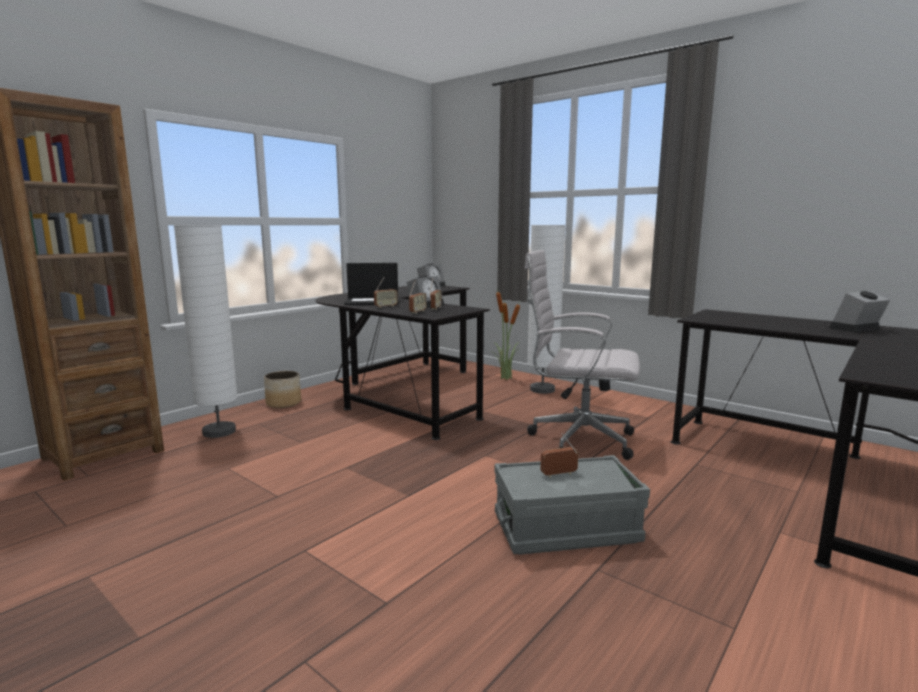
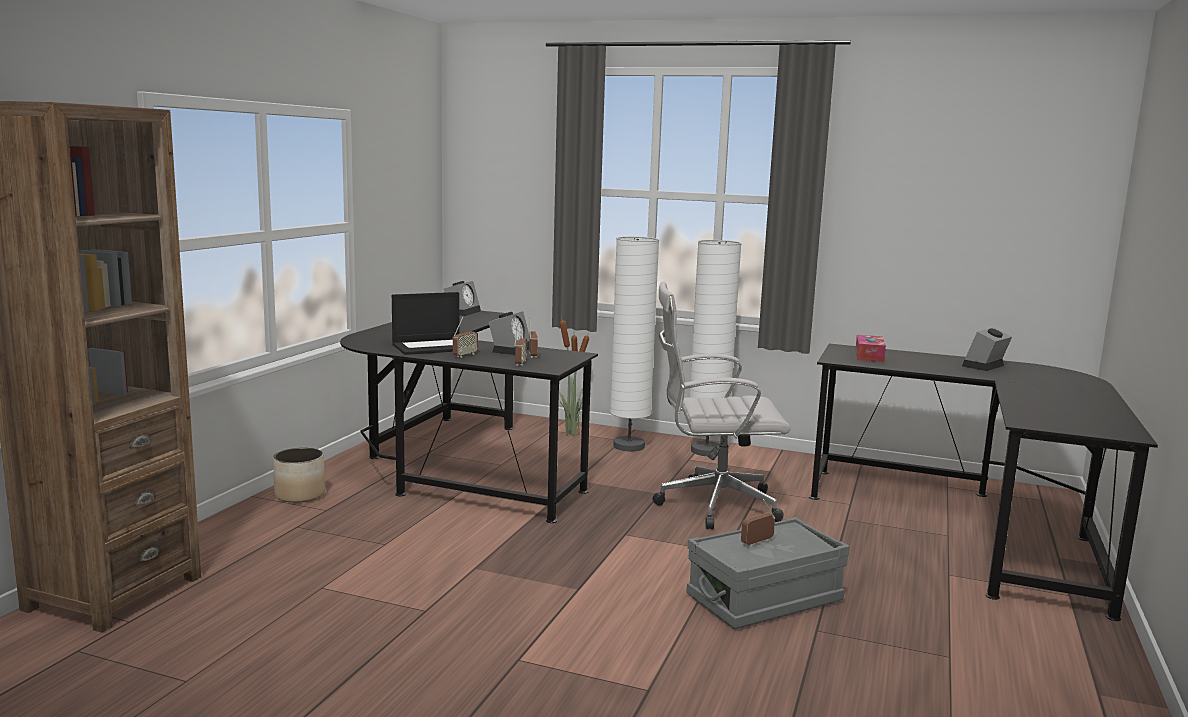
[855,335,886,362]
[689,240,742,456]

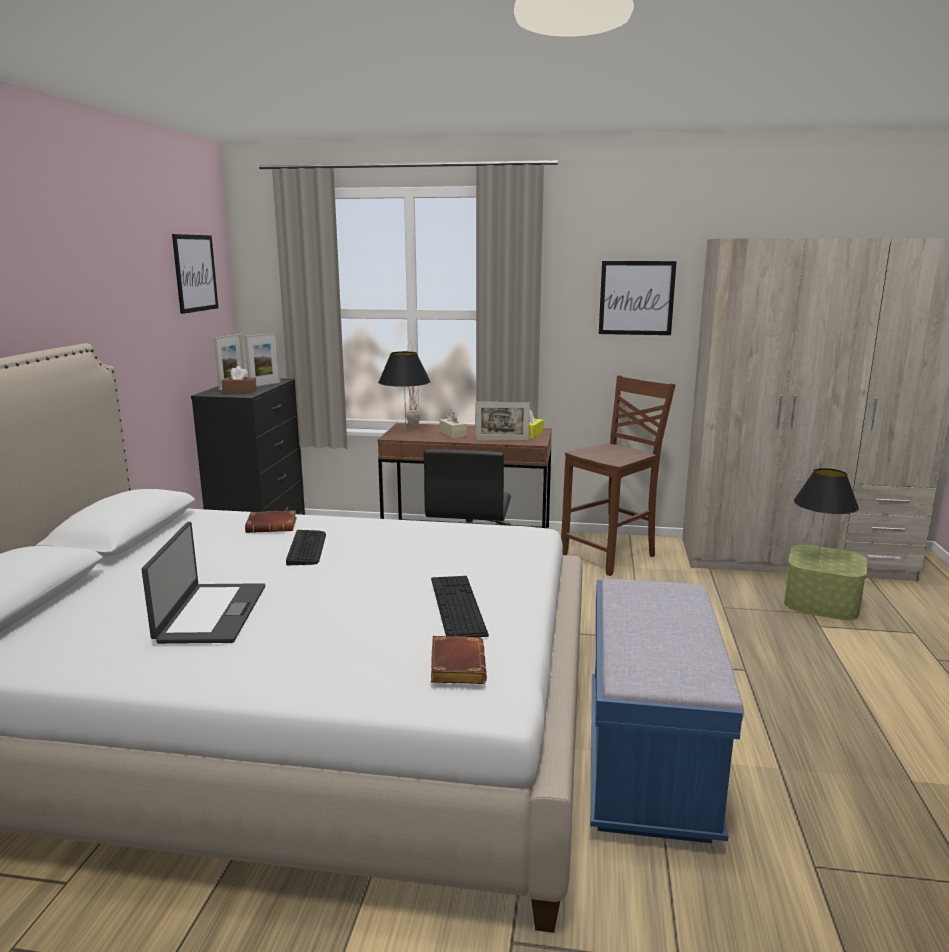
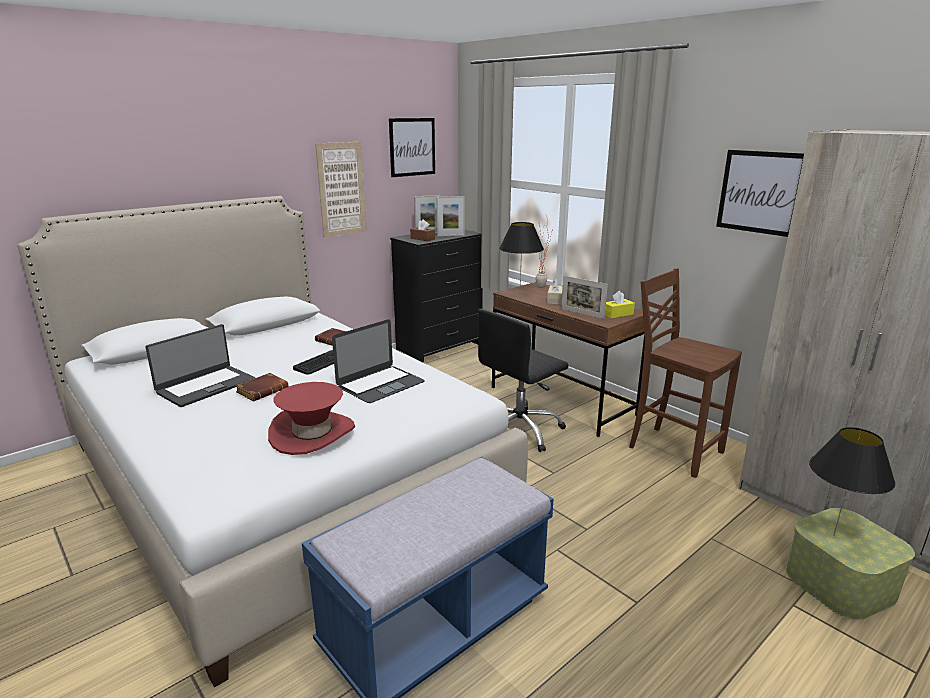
[315,142,367,238]
[332,319,425,403]
[236,373,288,402]
[268,382,355,455]
[629,268,742,478]

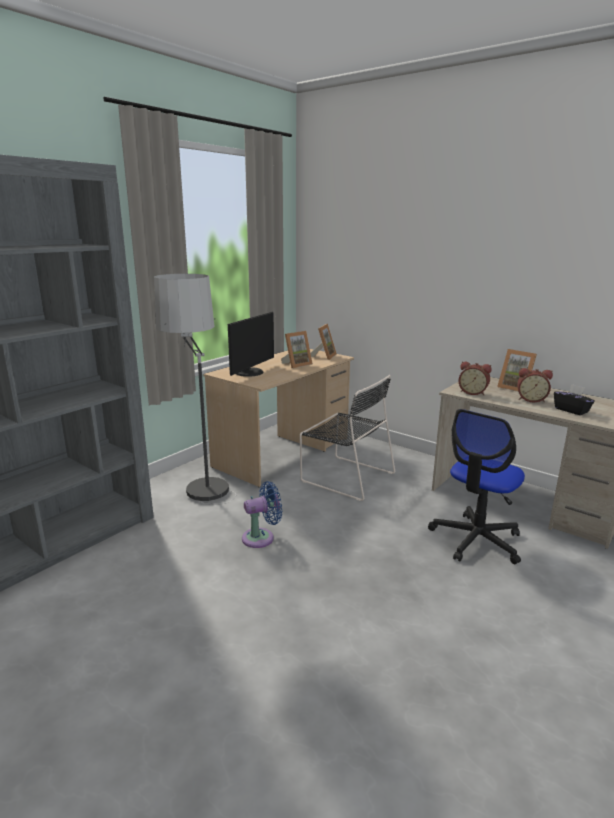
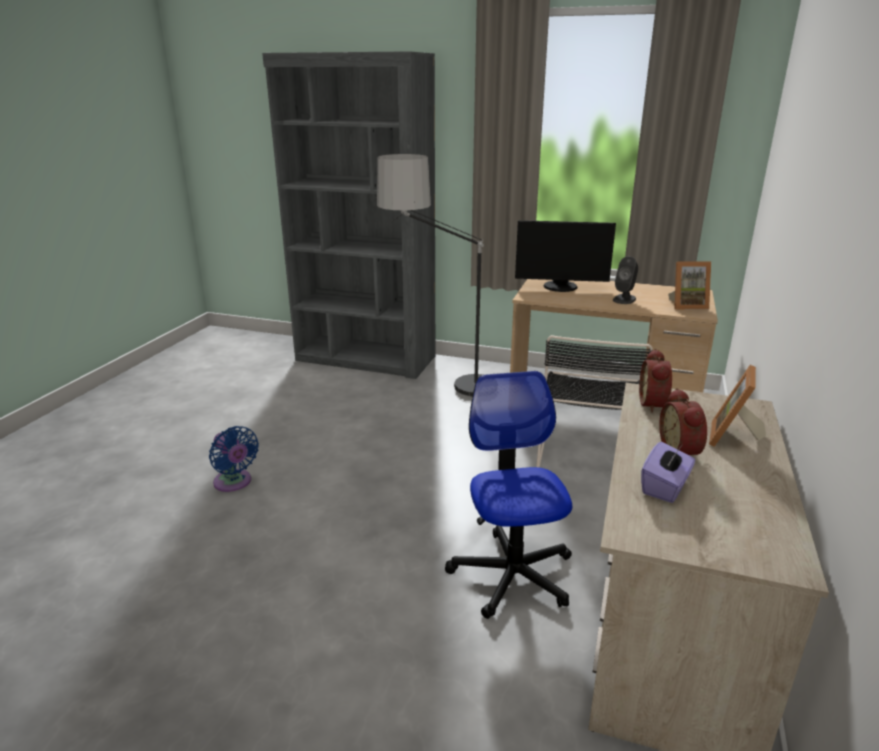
[209,426,259,492]
[613,256,638,304]
[641,442,695,503]
[445,371,572,619]

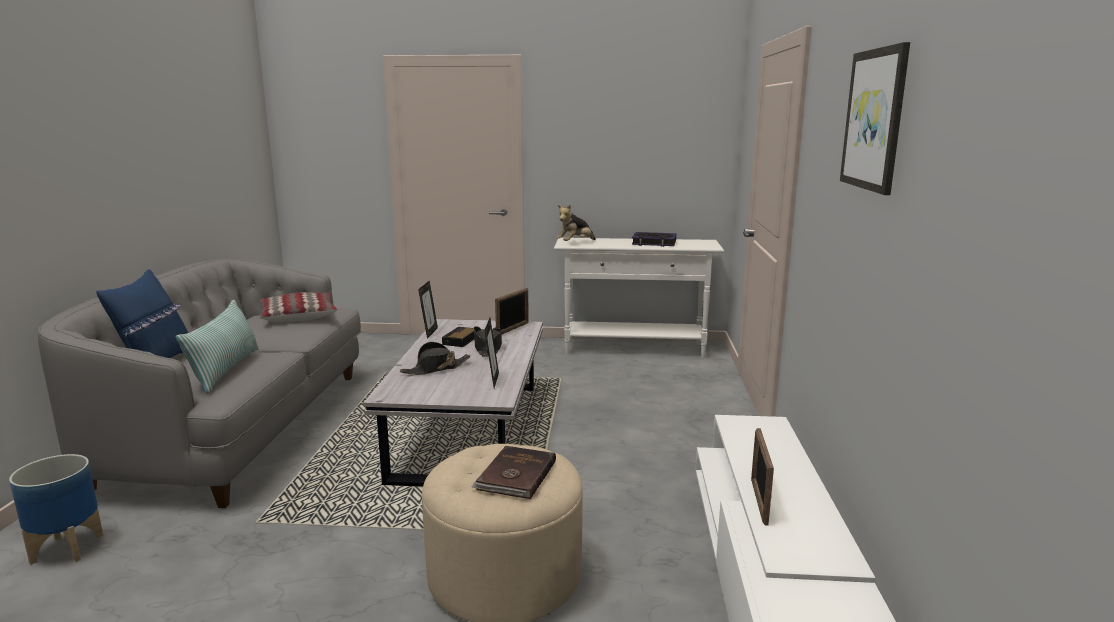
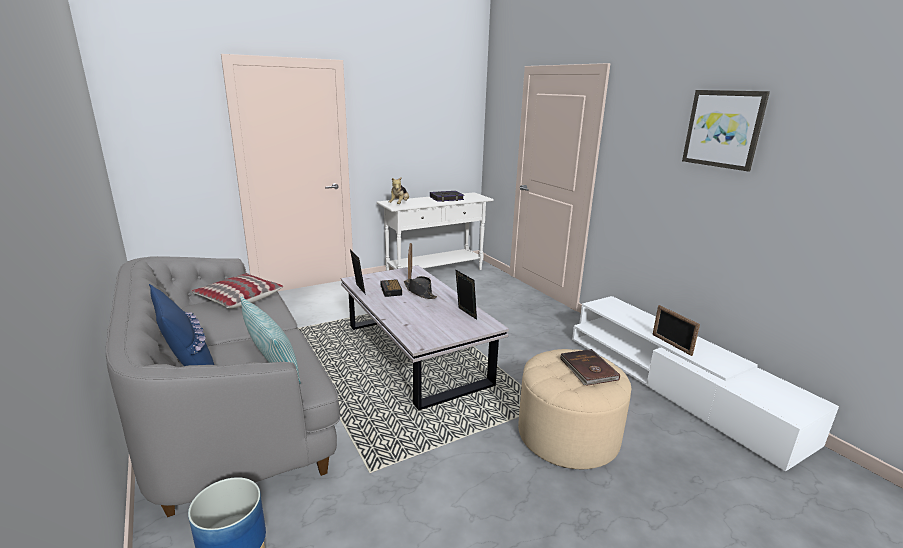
[400,342,470,375] (first image)

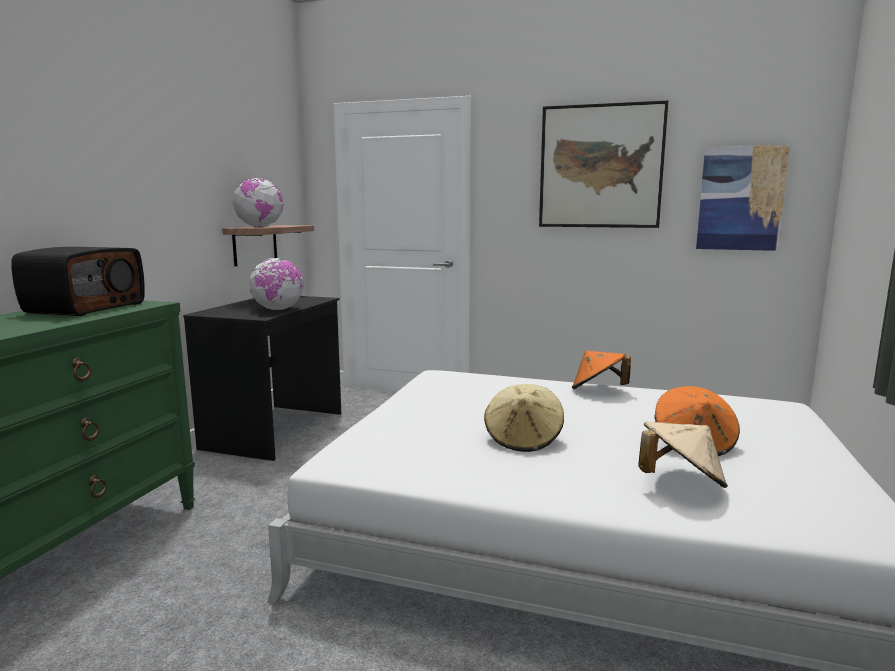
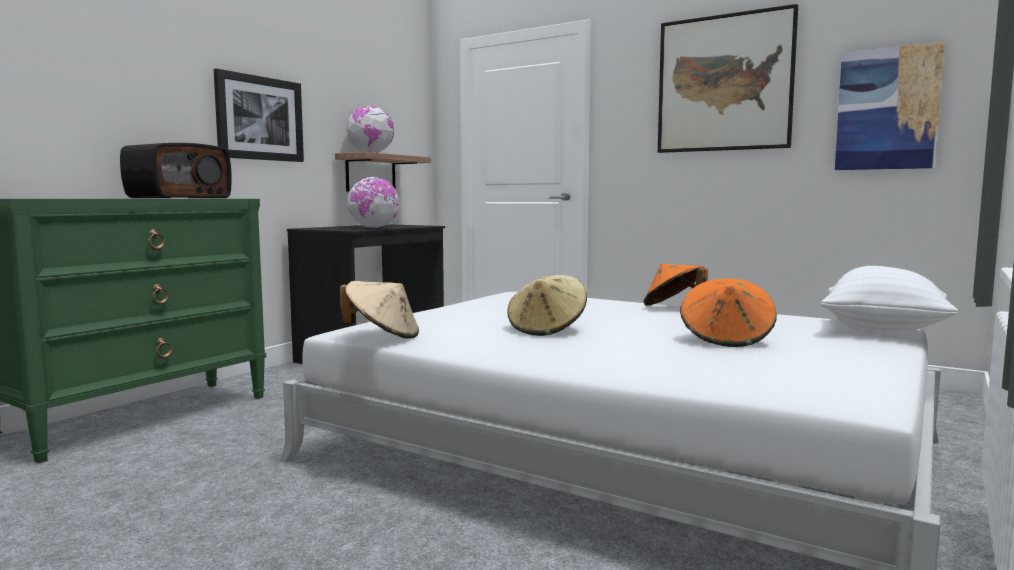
[214,69,304,162]
[821,266,958,333]
[340,281,419,339]

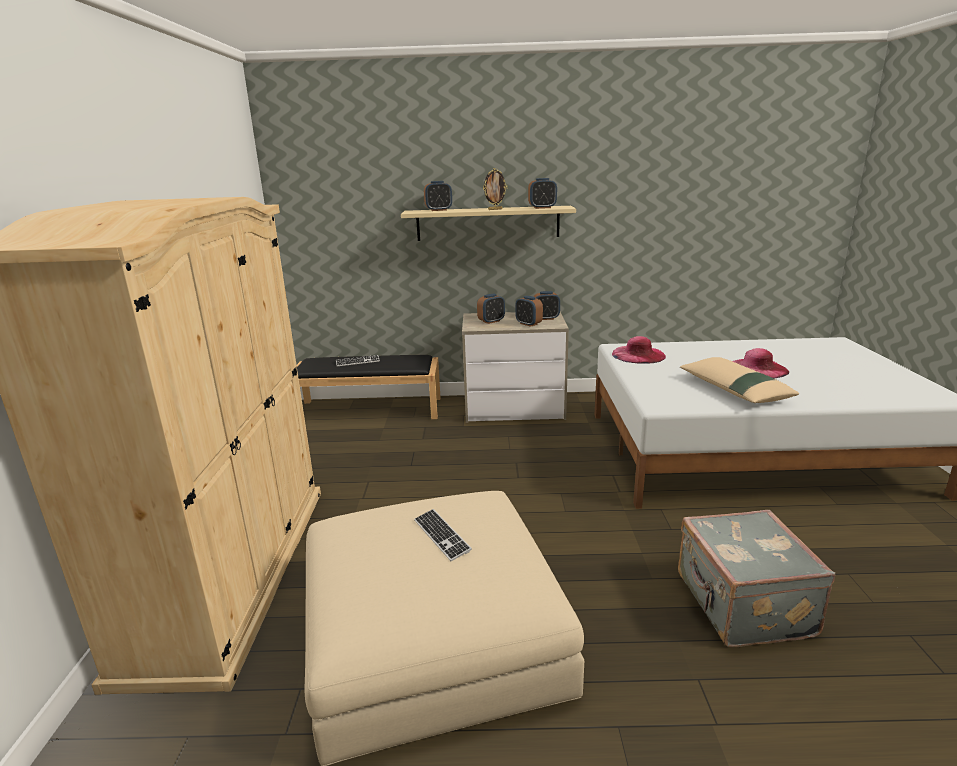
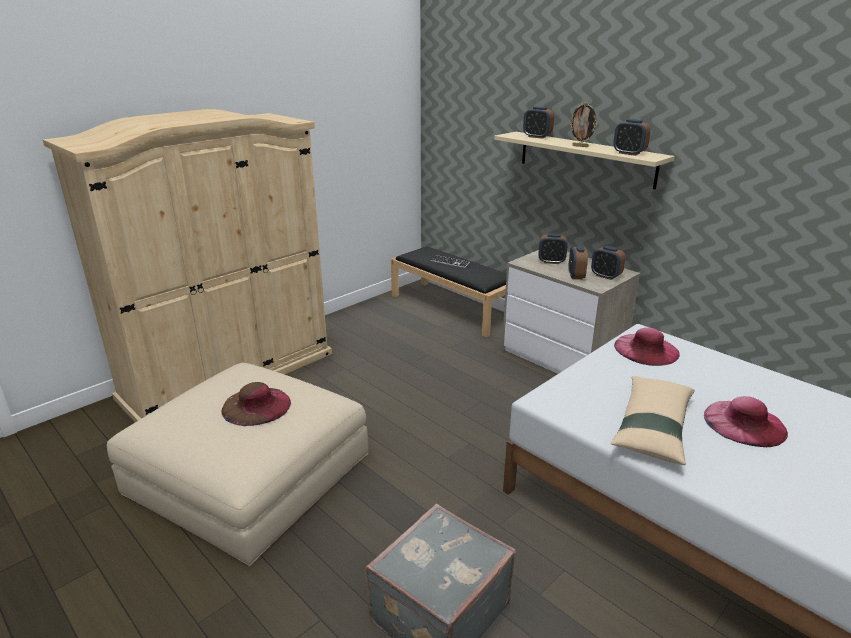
[221,382,291,426]

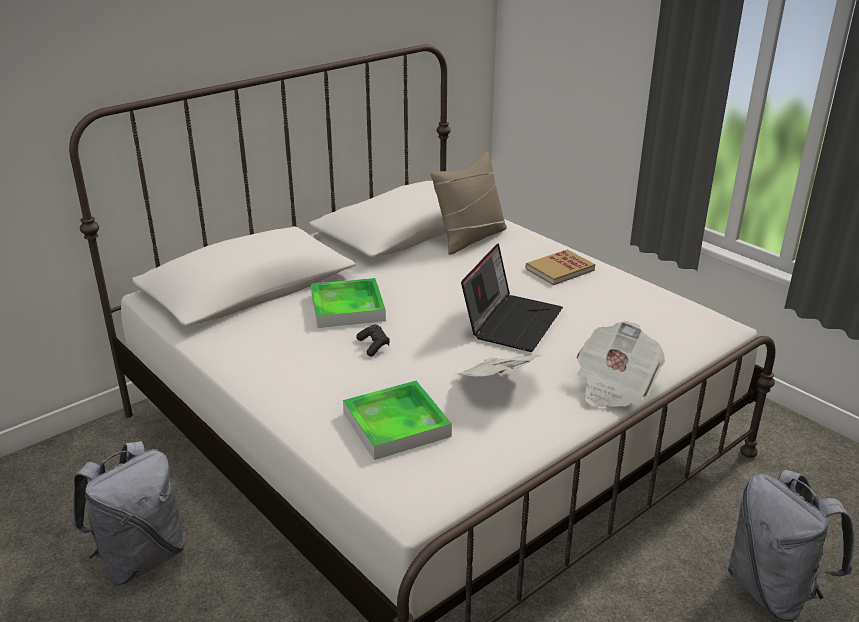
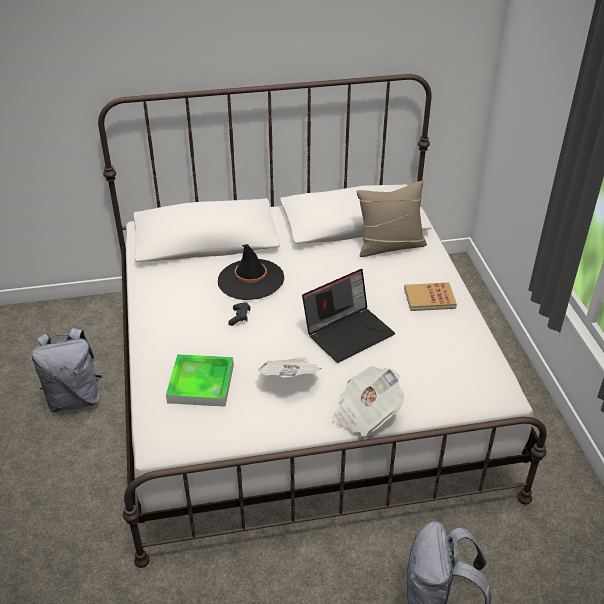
[218,244,284,300]

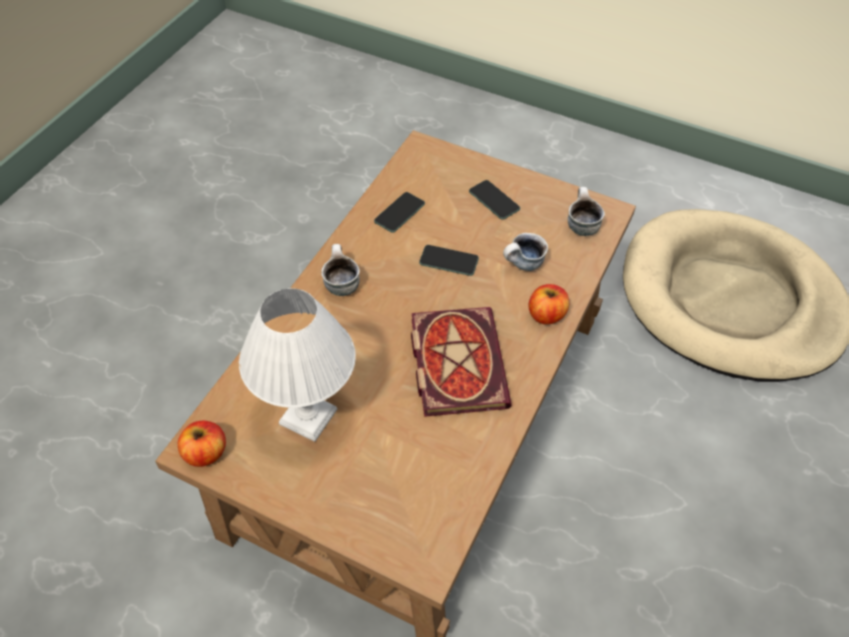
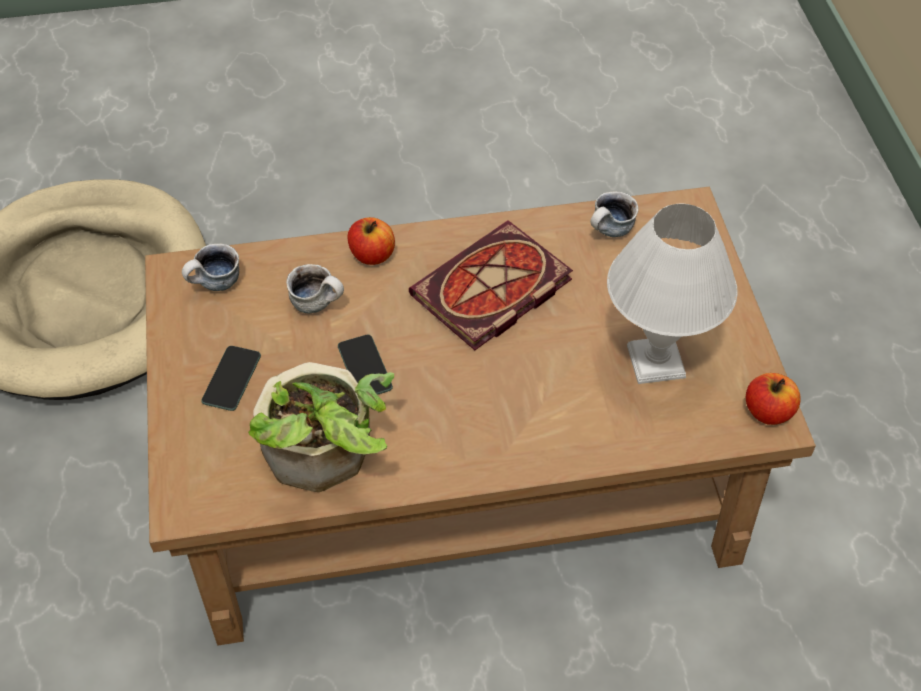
[590,191,639,237]
[248,362,394,492]

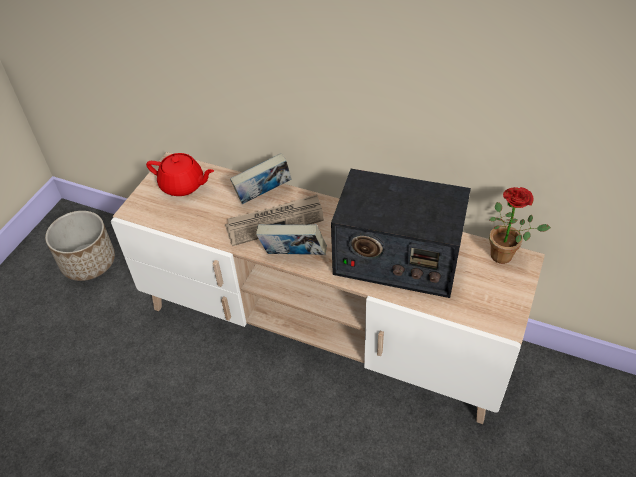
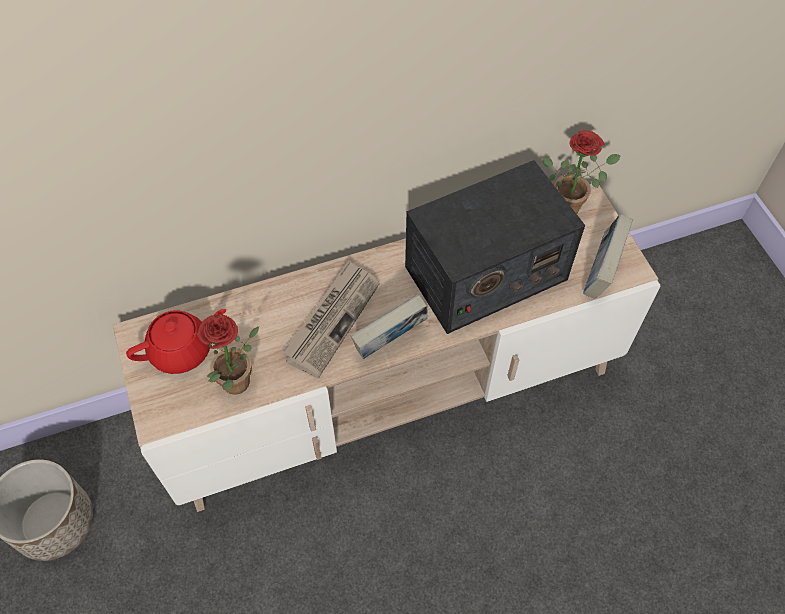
[197,314,259,395]
[583,214,633,299]

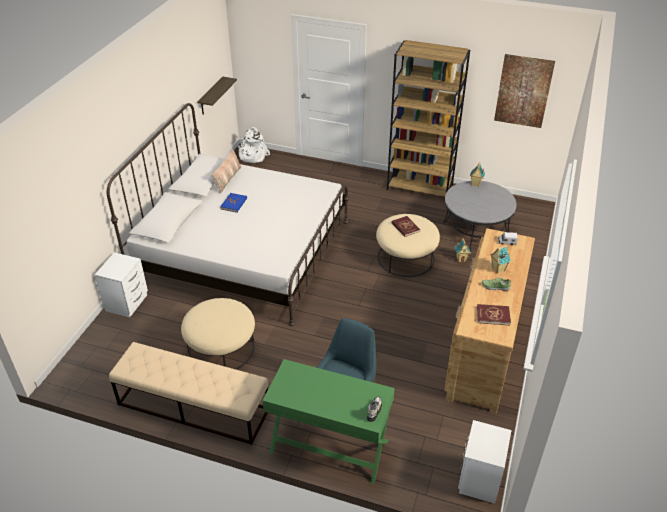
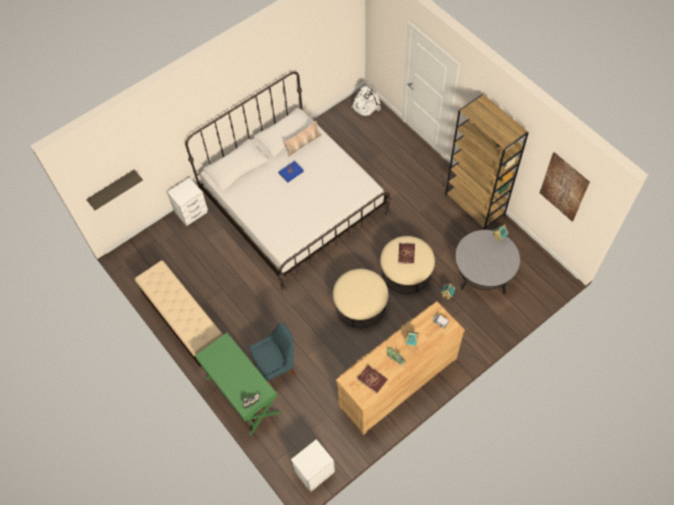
[333,269,388,328]
[86,170,143,210]

